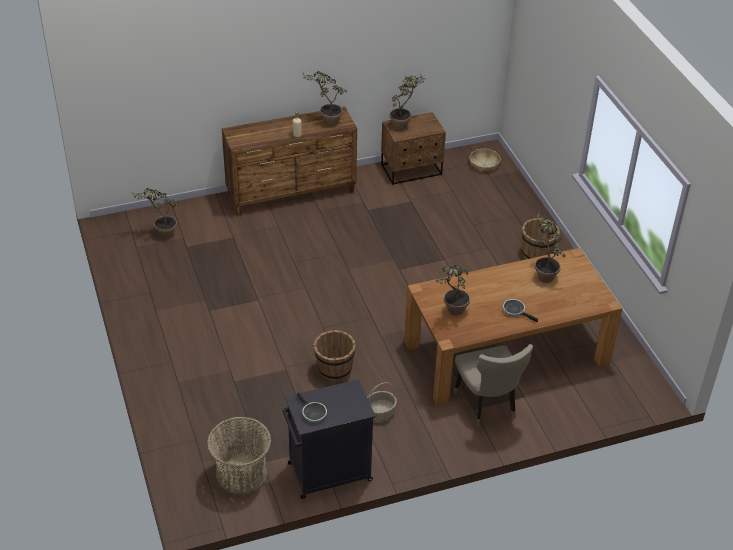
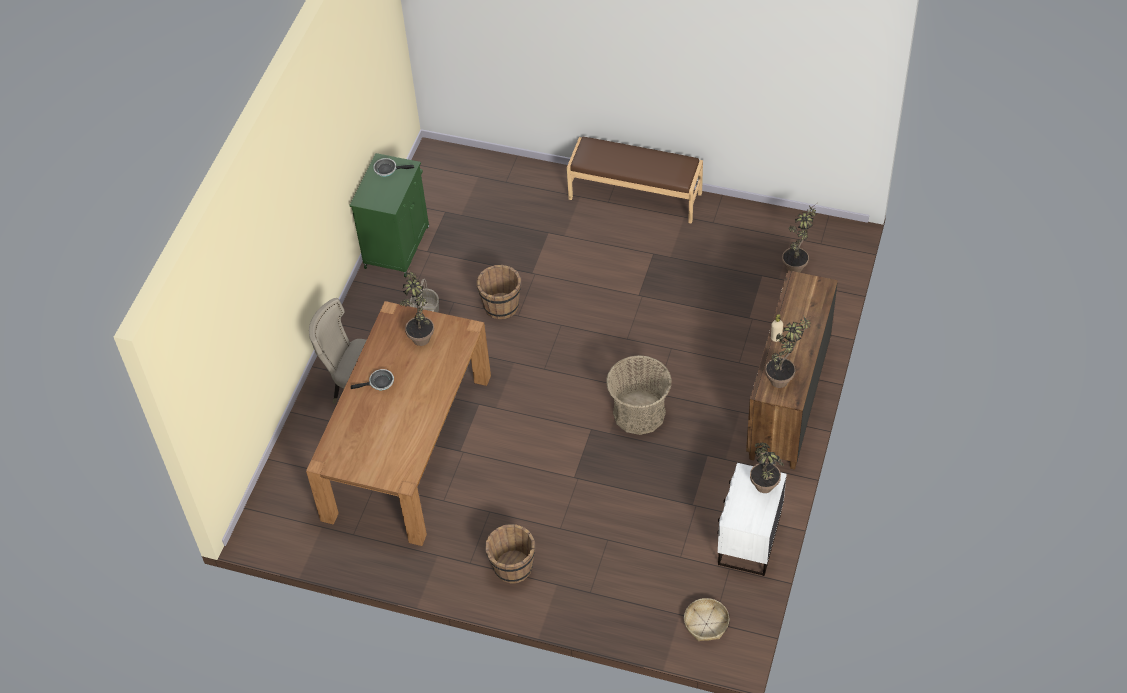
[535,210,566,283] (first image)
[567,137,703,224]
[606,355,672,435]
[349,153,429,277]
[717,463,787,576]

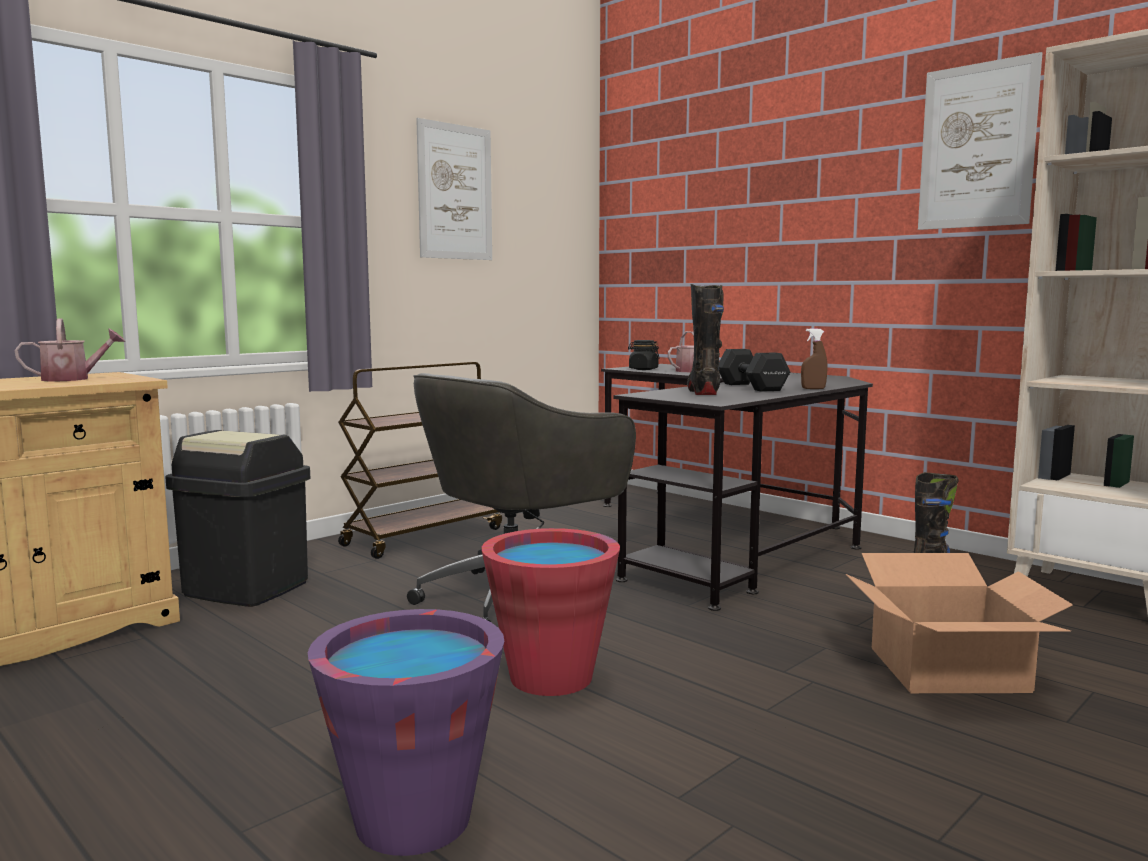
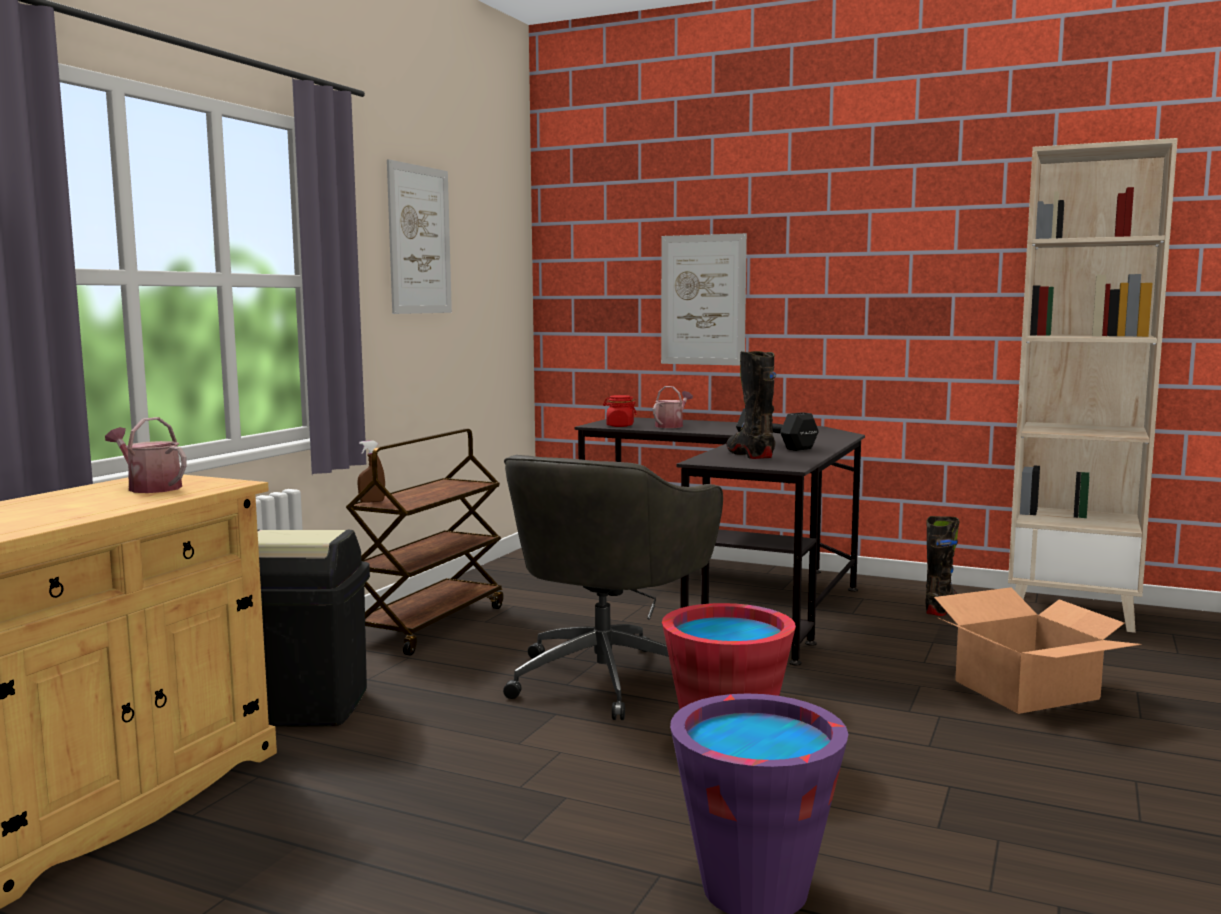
[357,441,385,503]
[661,233,747,366]
[603,395,637,427]
[105,417,187,493]

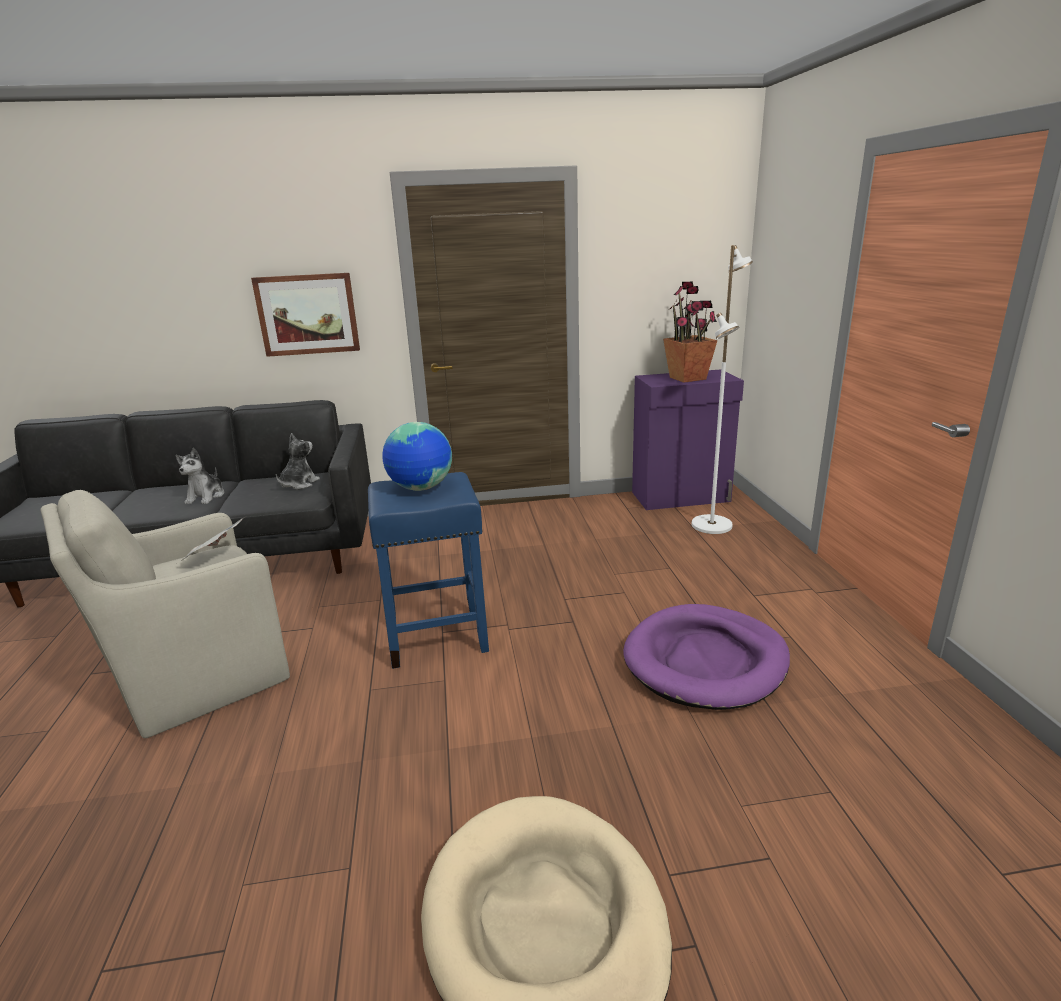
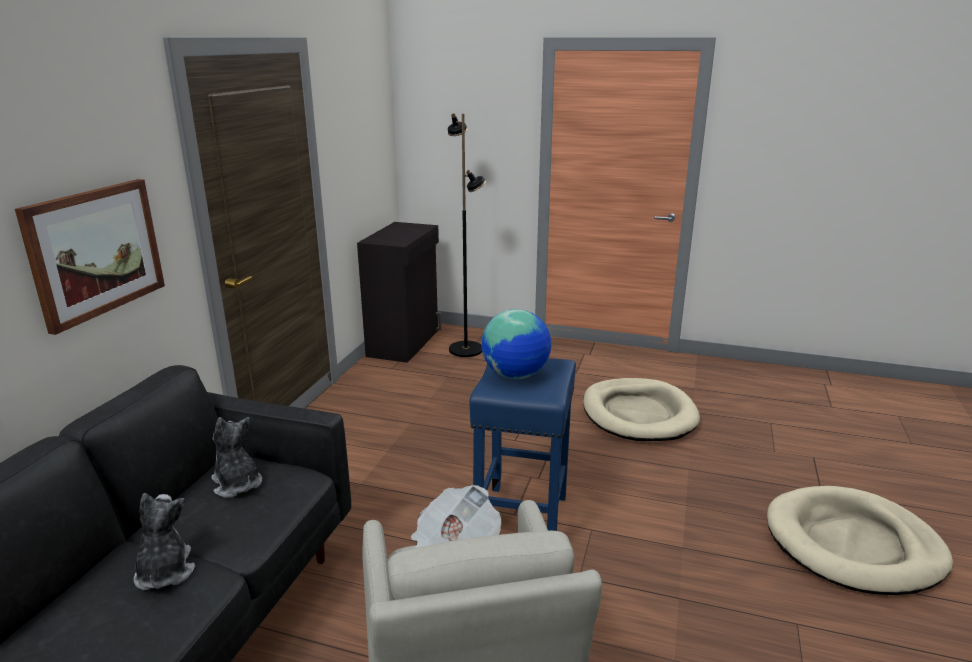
[663,281,718,383] (first image)
[583,378,700,441]
[357,222,442,363]
[448,113,486,357]
[134,493,195,590]

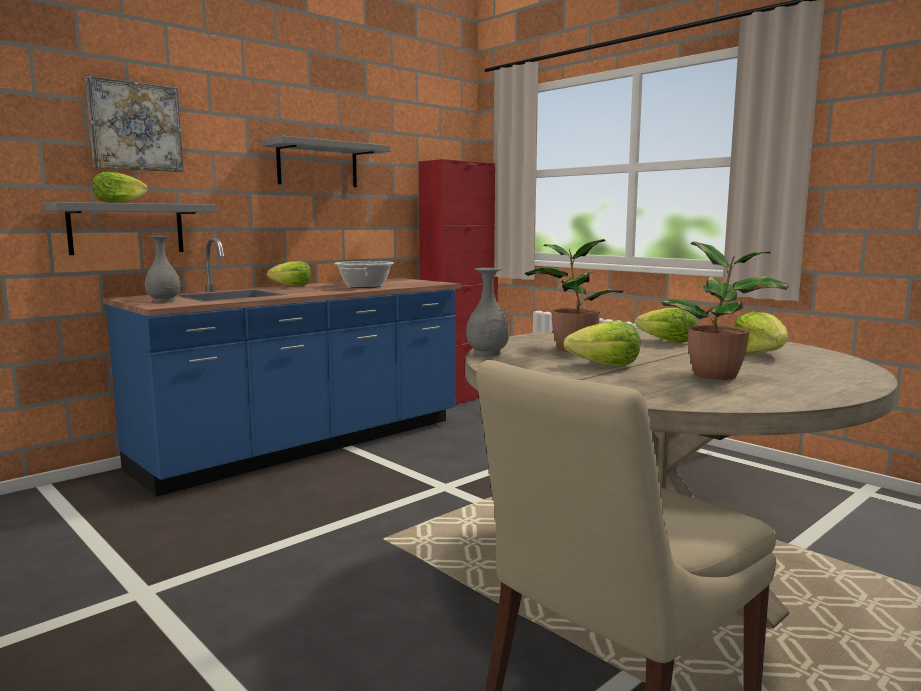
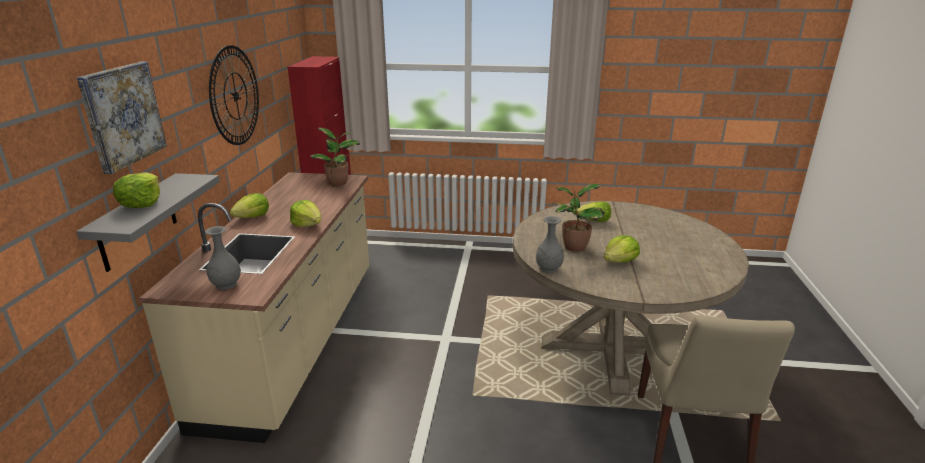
[334,261,394,288] (first image)
[311,127,360,186]
[290,200,321,227]
[209,45,259,145]
[139,172,369,443]

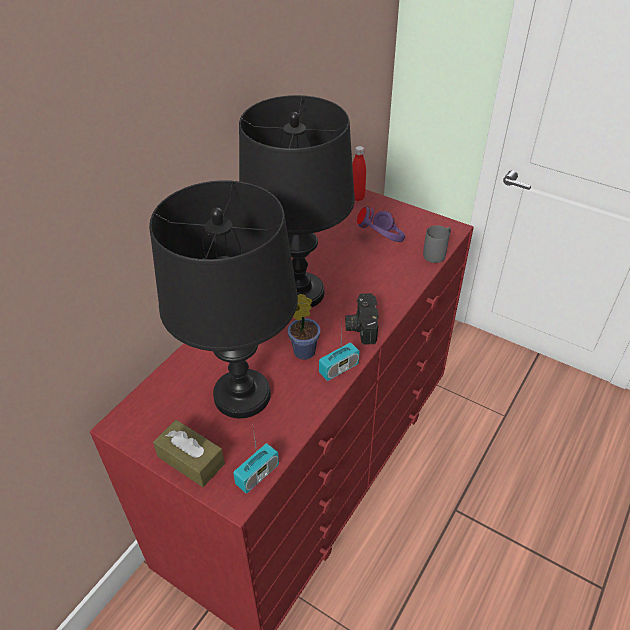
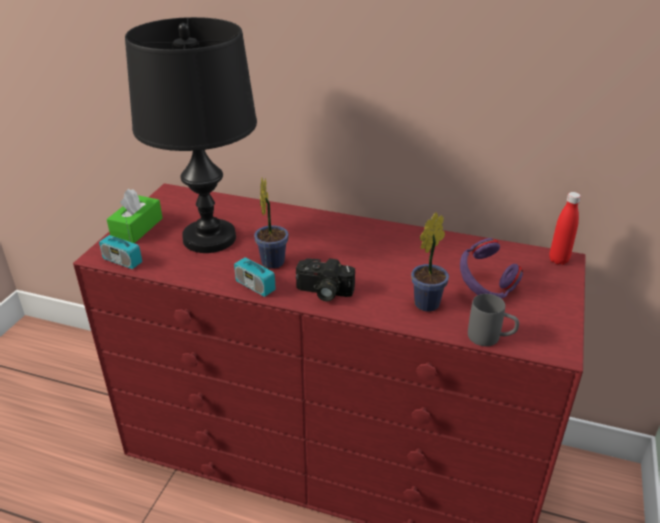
[239,95,355,307] (first image)
[411,212,449,311]
[107,189,163,243]
[296,258,355,301]

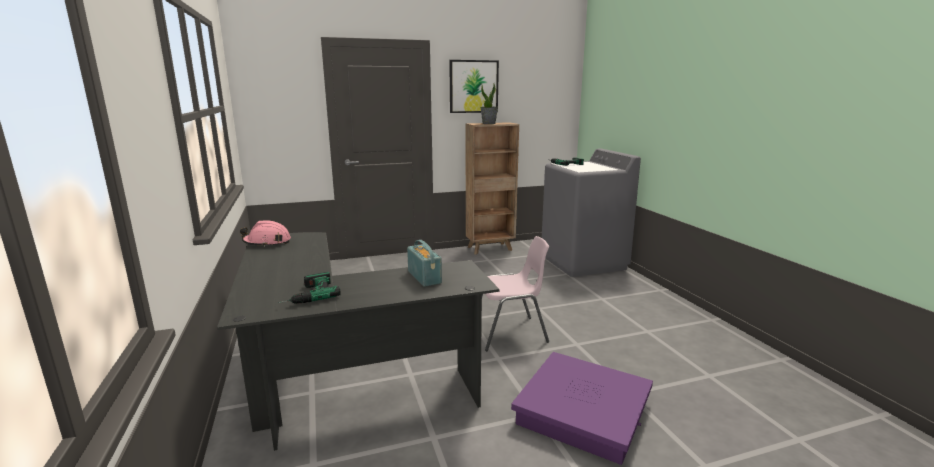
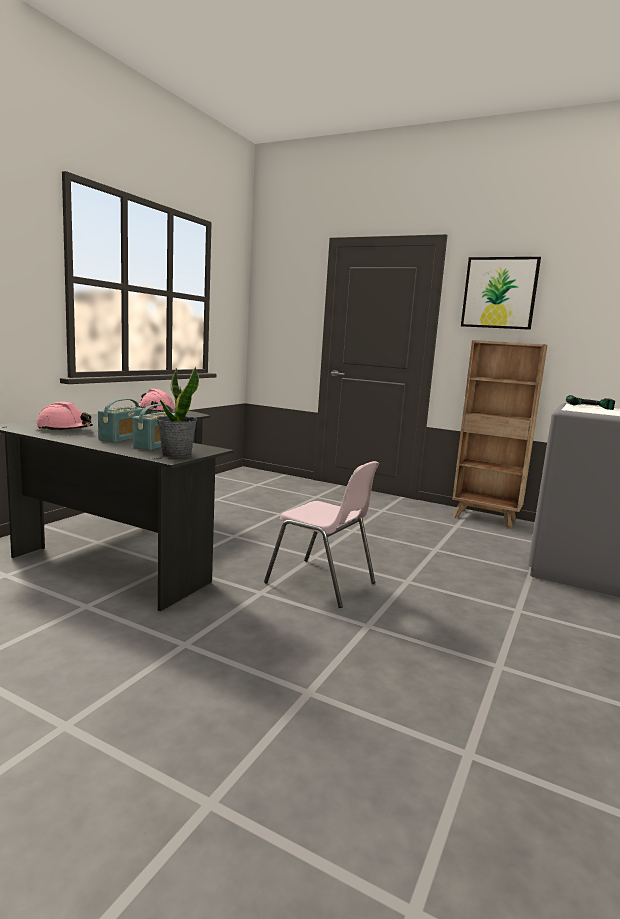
[511,352,653,465] (first image)
[98,399,145,443]
[156,367,199,457]
[36,402,93,431]

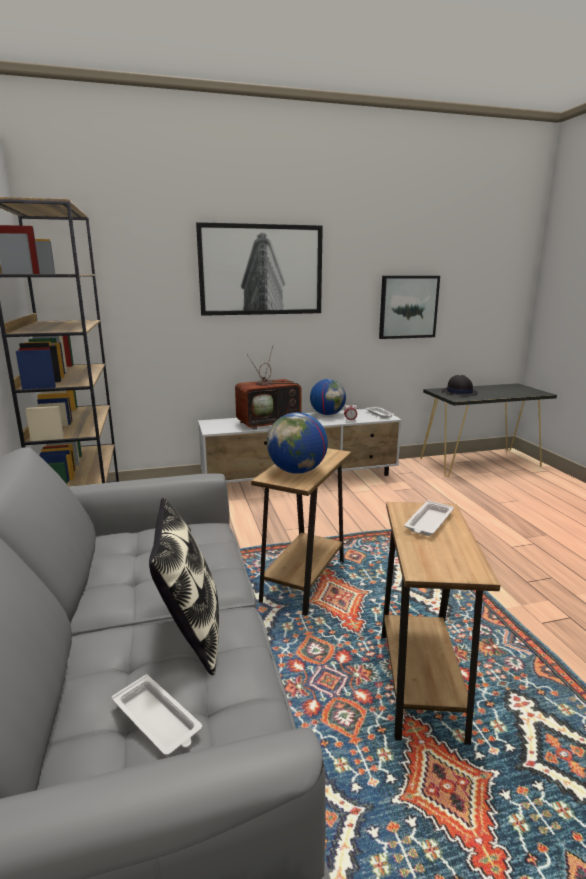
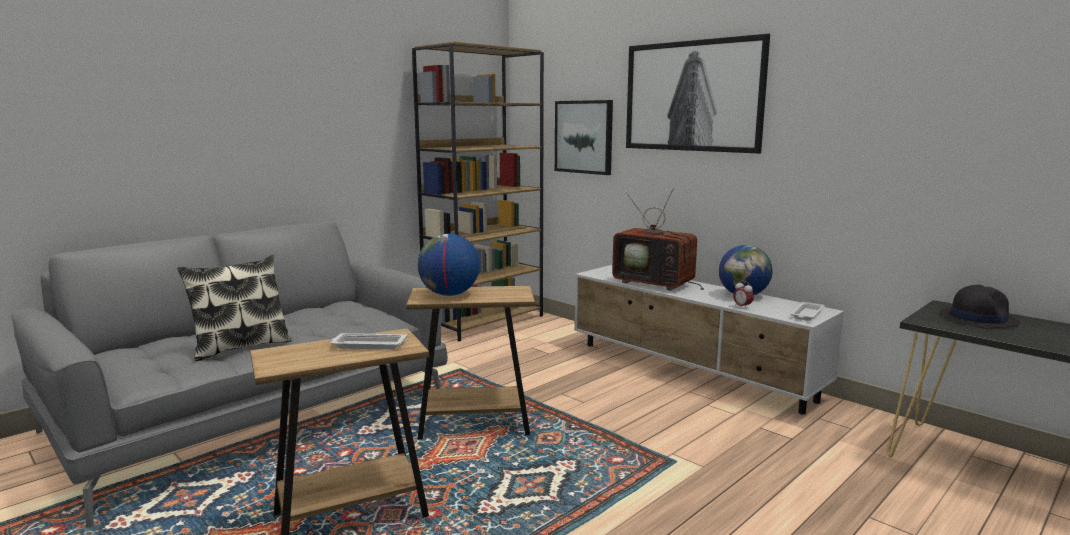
[112,674,202,756] (first image)
[555,100,613,175]

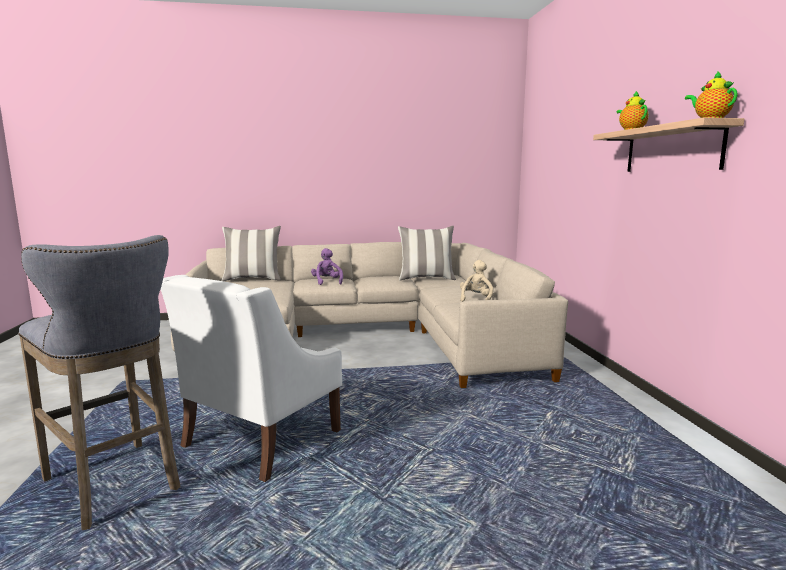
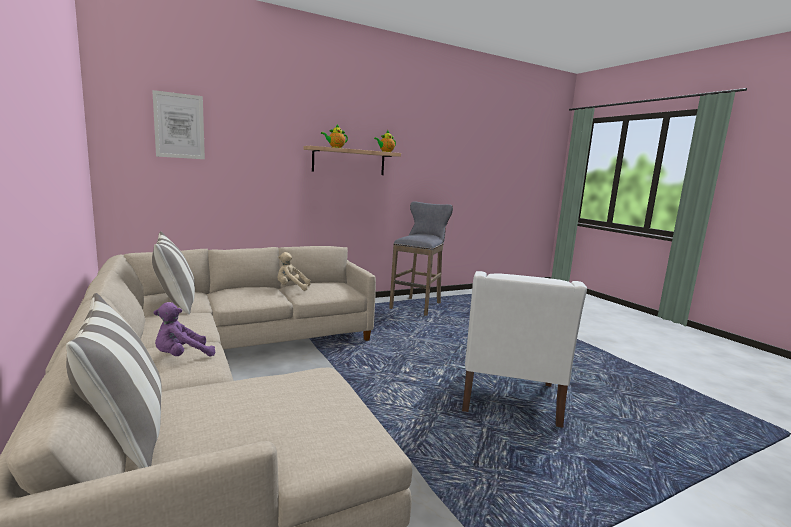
[152,90,205,159]
[389,201,453,316]
[462,271,587,428]

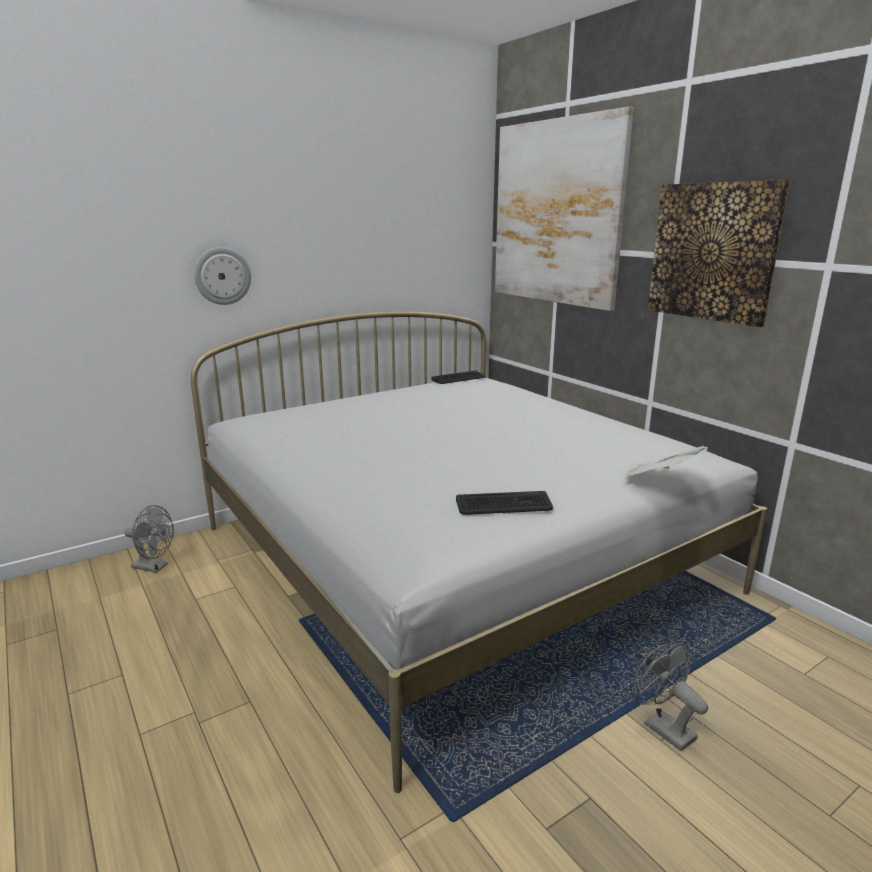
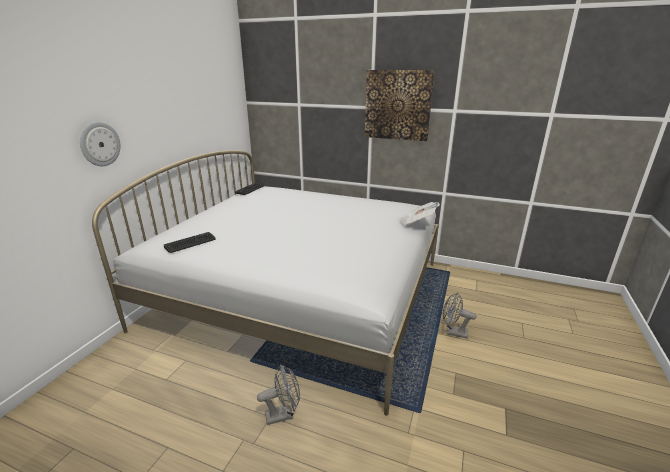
[495,107,634,311] (first image)
[257,364,300,425]
[164,232,216,253]

